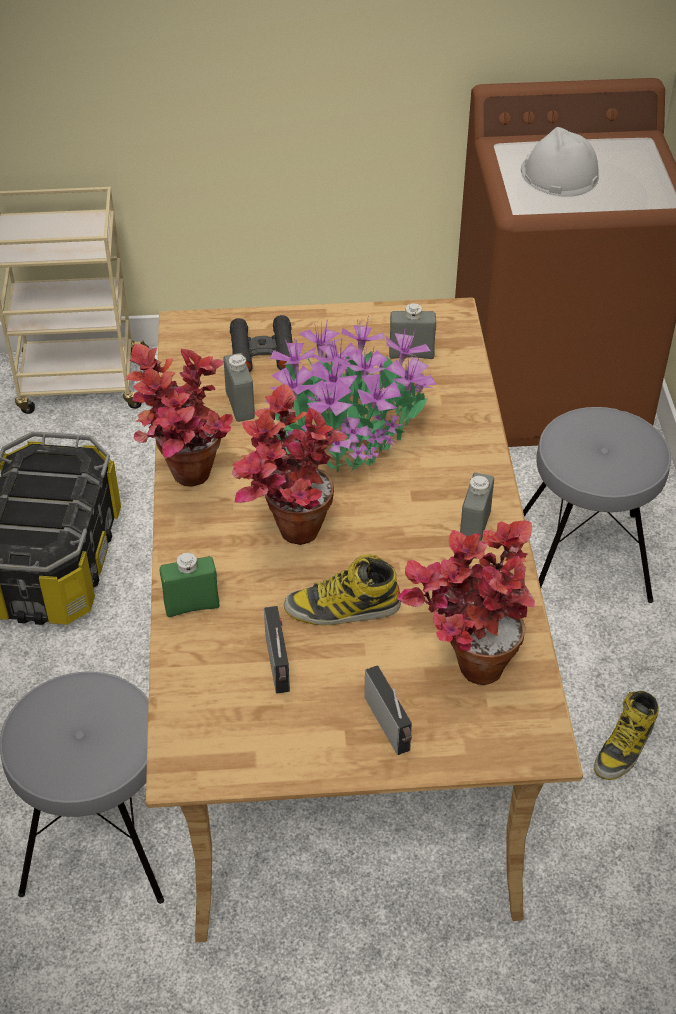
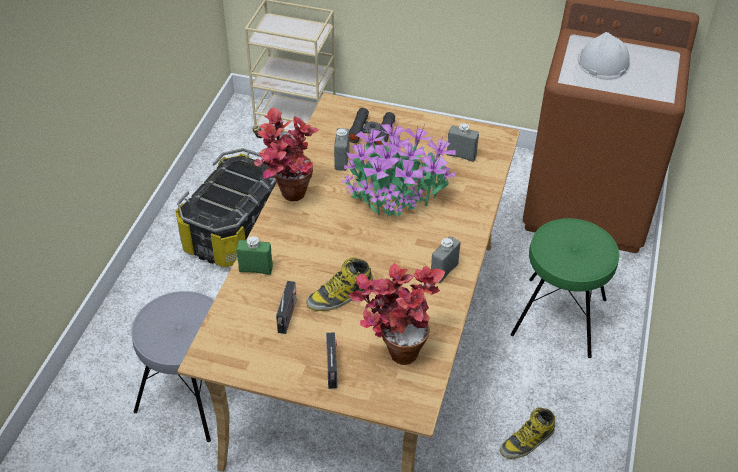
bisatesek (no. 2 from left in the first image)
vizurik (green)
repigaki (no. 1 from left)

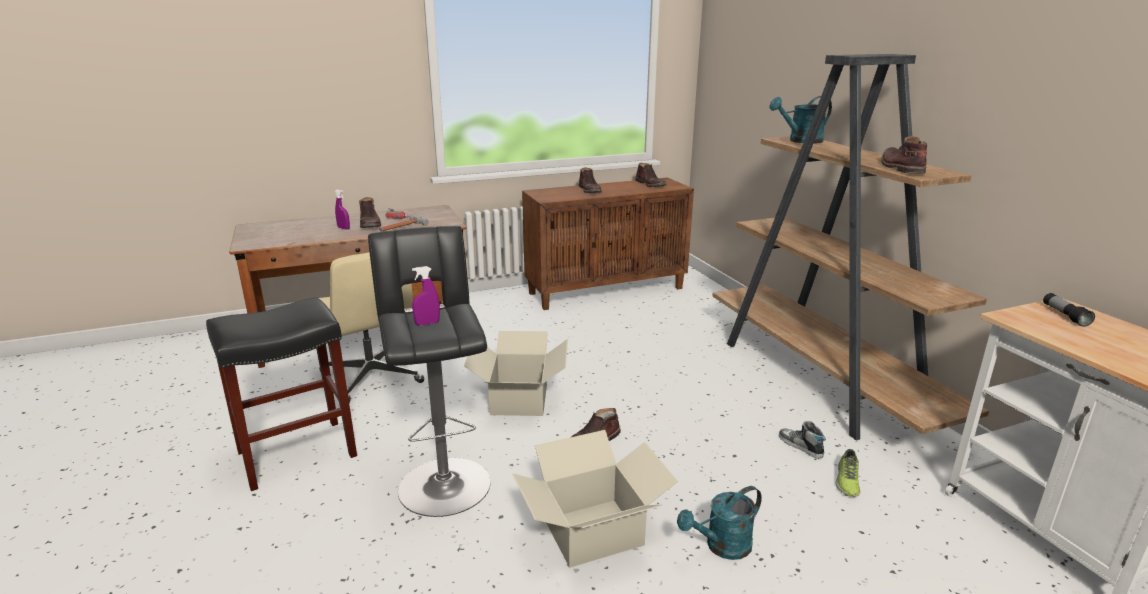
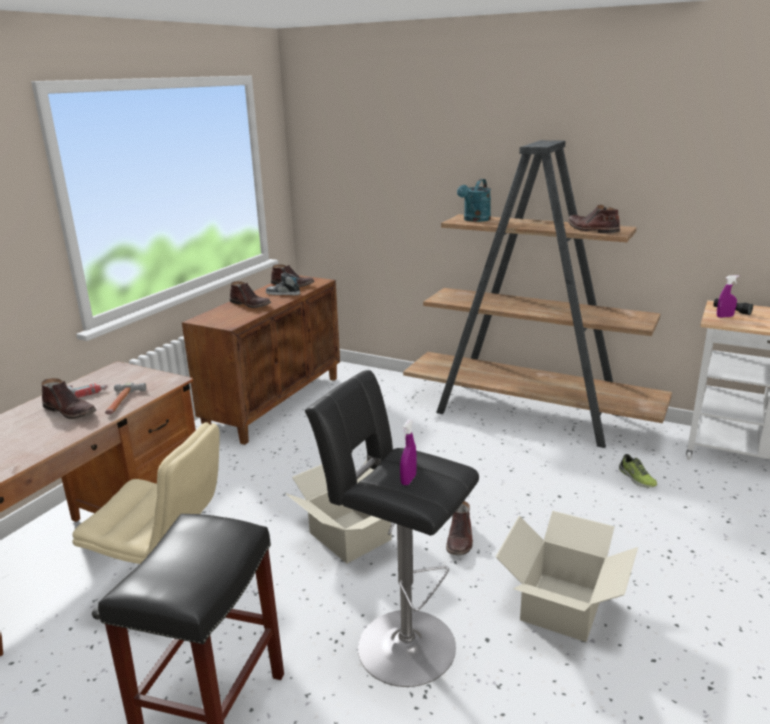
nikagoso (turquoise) (no. 1 from left in the first image)
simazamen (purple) (no. 2 from left)
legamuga (no. 1 from left)

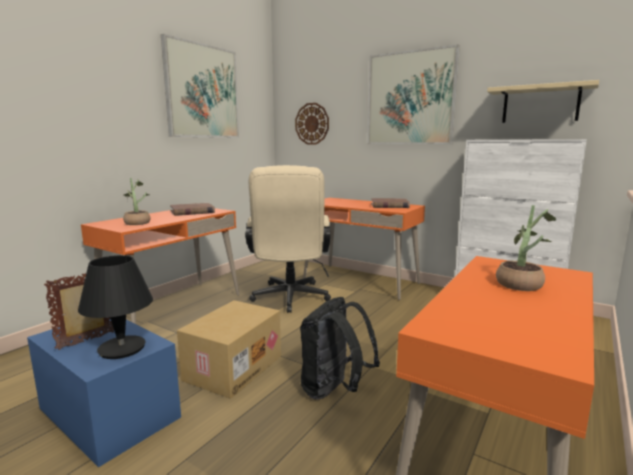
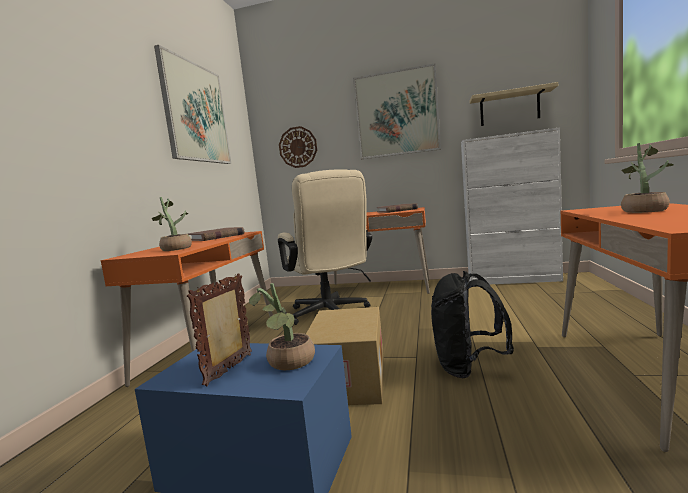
bisatesek (no. 2 from left)

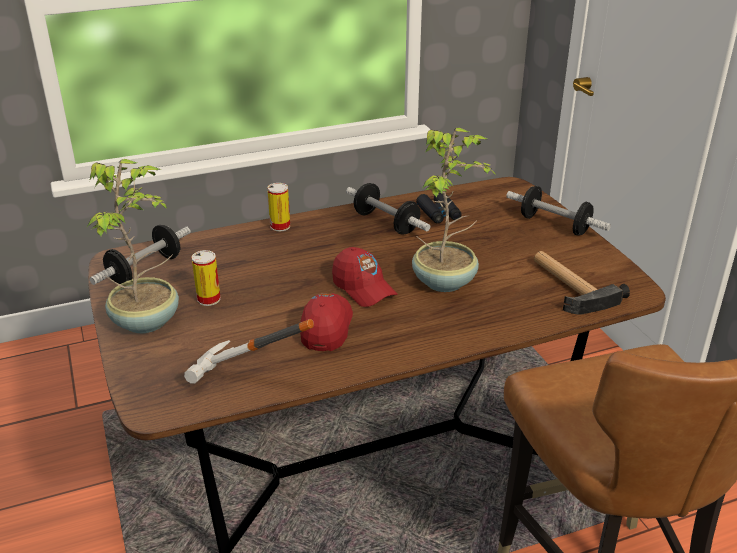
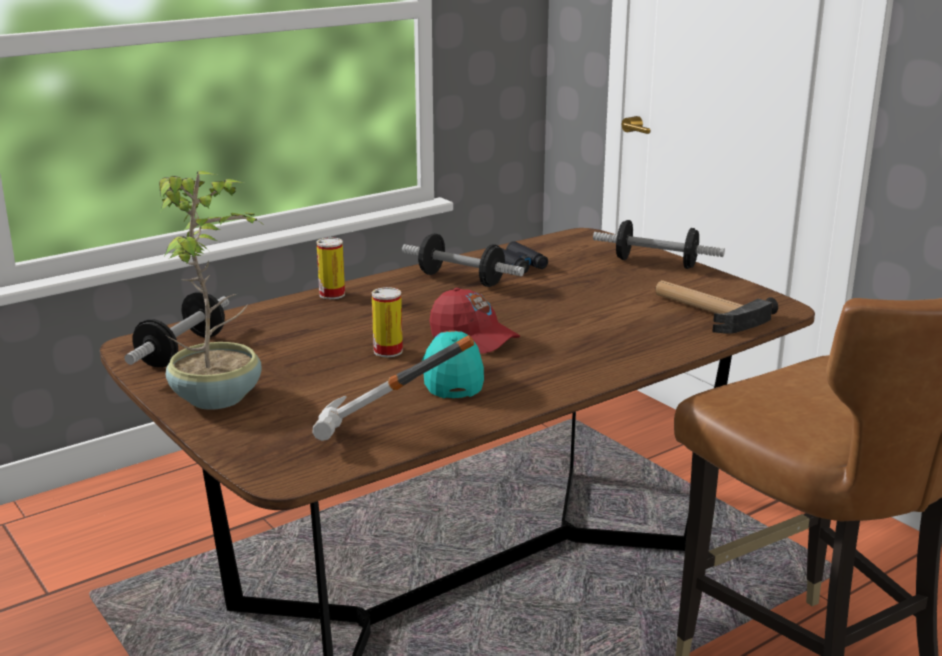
bisatesek (no. 2 from left in the first image)
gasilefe (no. 2 from left)
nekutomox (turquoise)

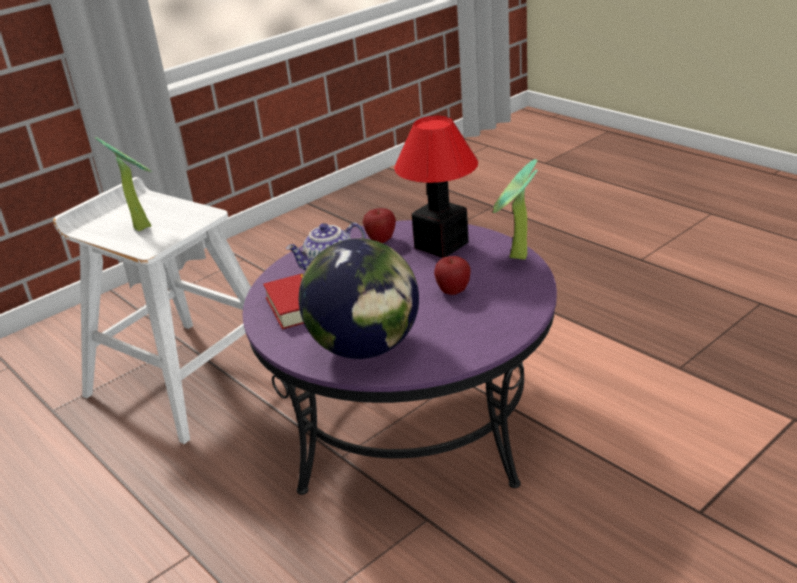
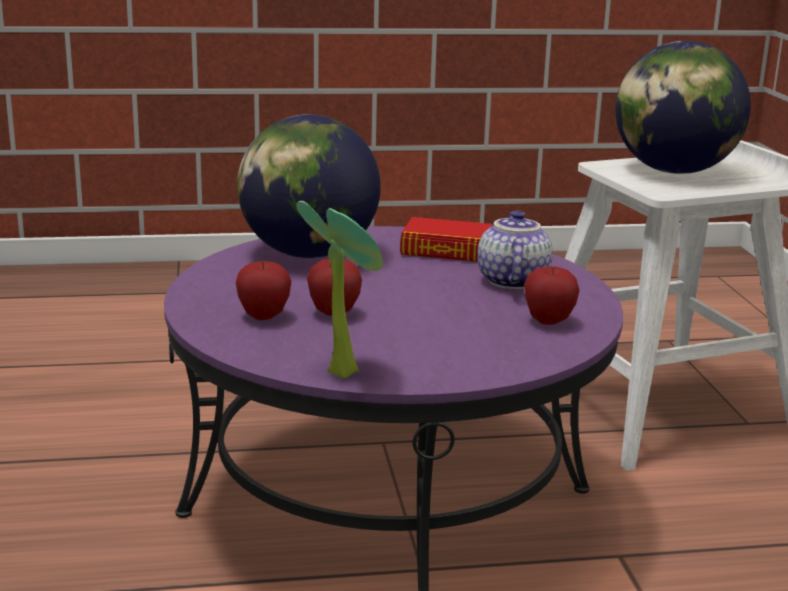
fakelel
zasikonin (no. 1 from left)
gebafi (no. 2 from left)

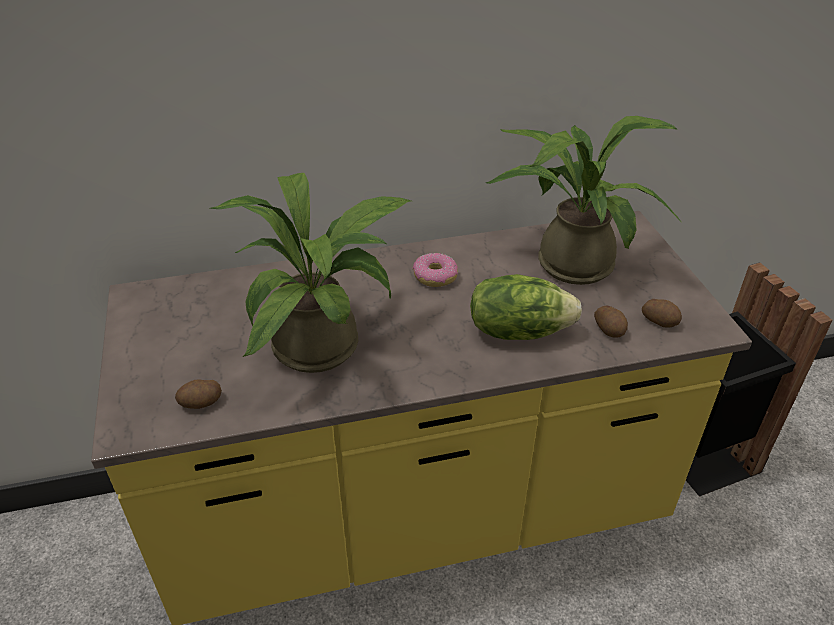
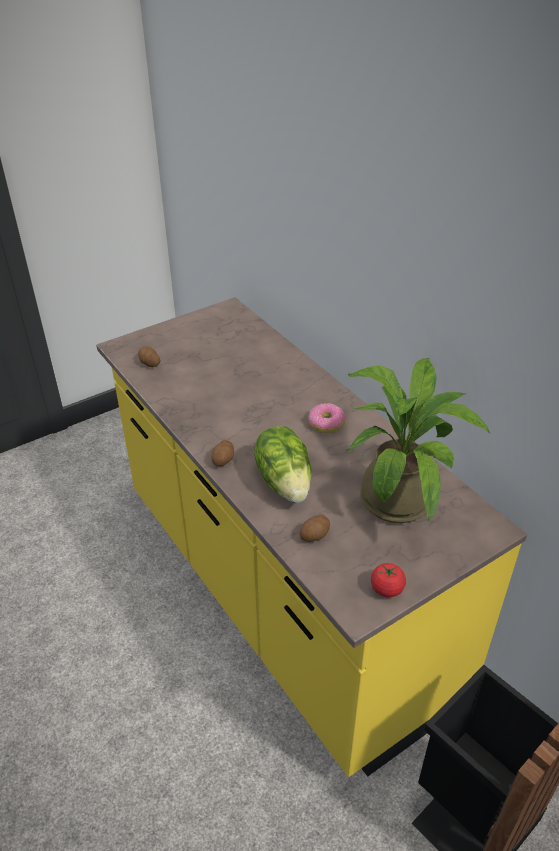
bisatesek (no. 1 from left in the first image)
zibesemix
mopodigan (no. 2 from left)

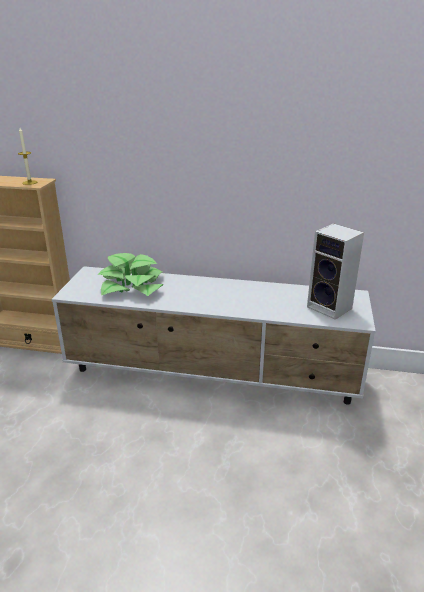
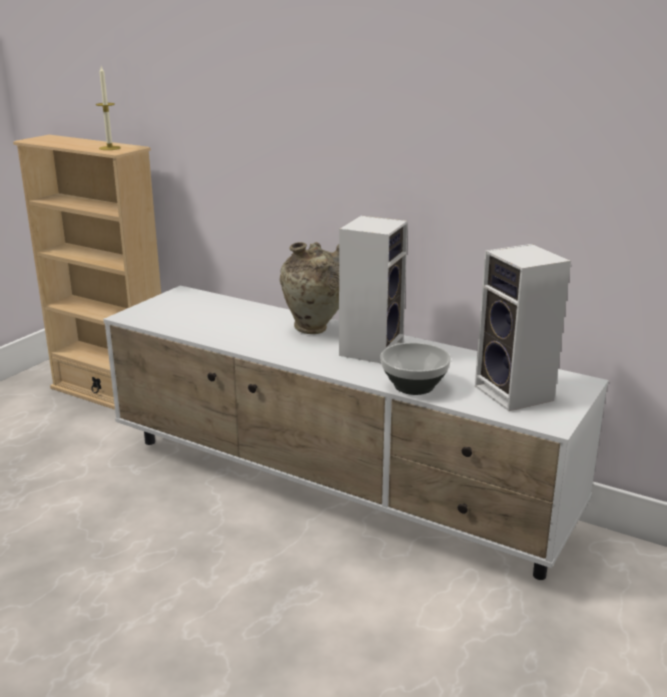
bisatesek
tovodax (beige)
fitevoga (no. 1 from left)
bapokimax

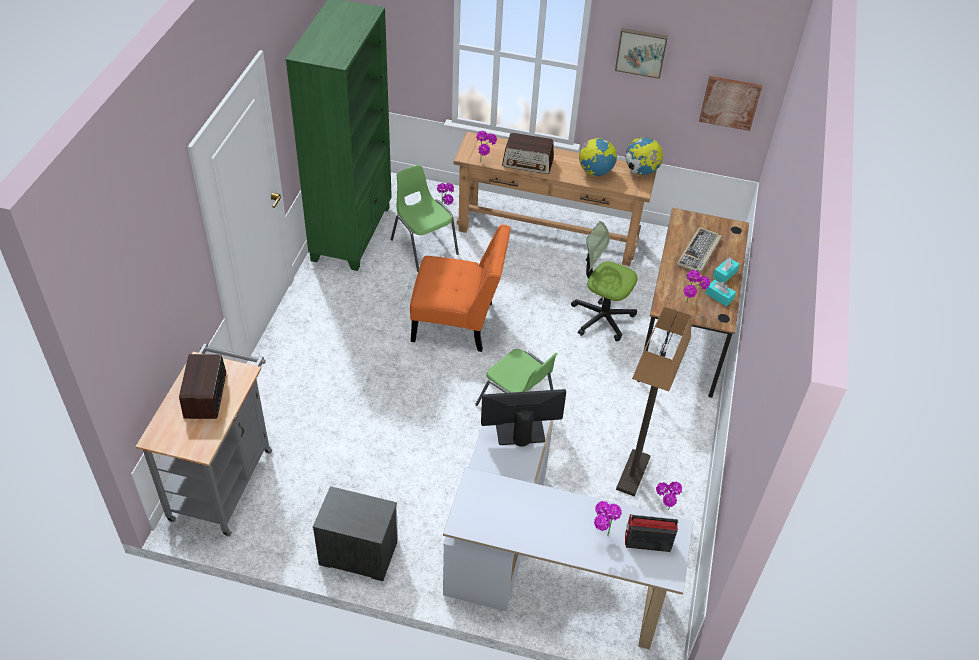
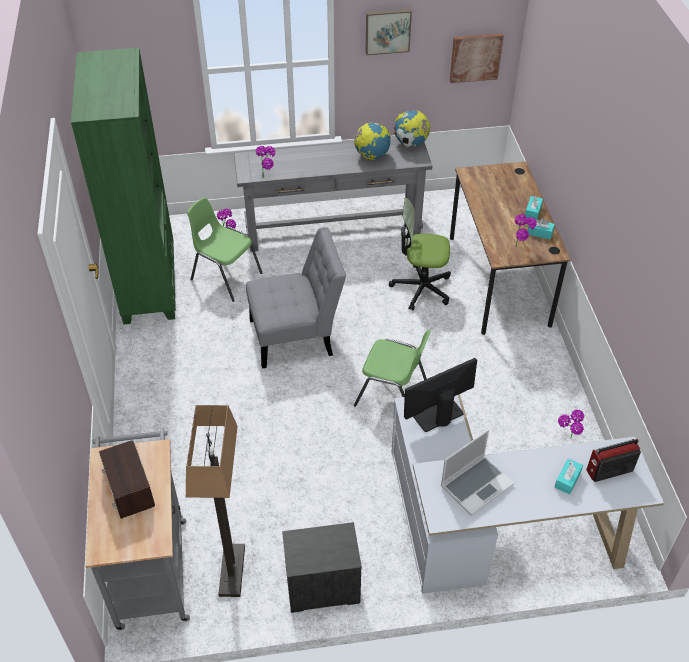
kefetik (no. 2 from left in the first image)
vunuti
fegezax
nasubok
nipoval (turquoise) (no. 3 from left)
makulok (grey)
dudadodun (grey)

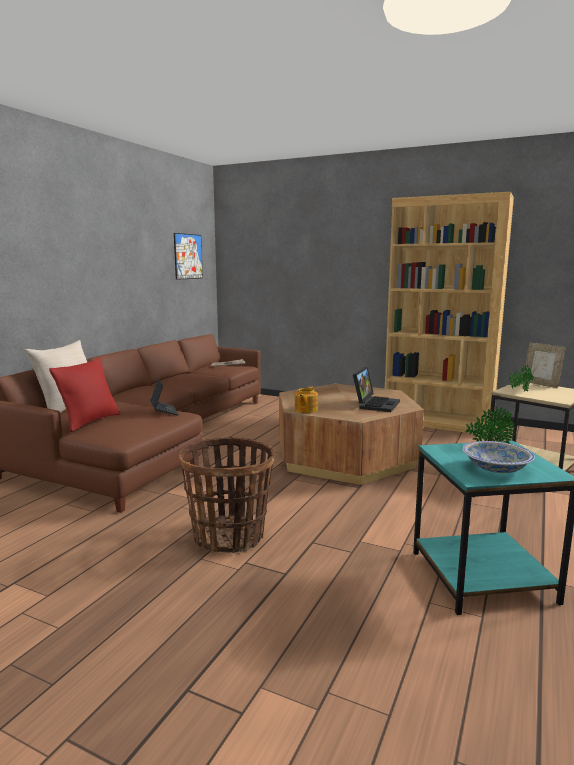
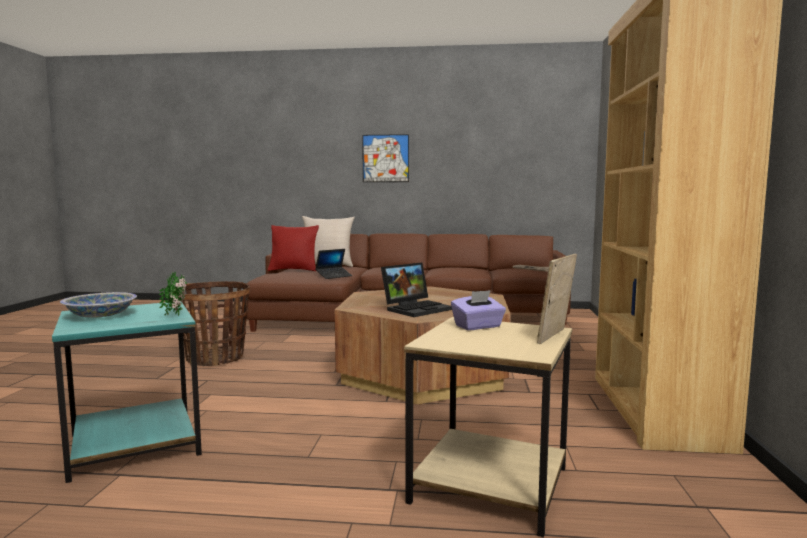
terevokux
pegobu
nipoval (purple)
fegezax (no. 2 from left)

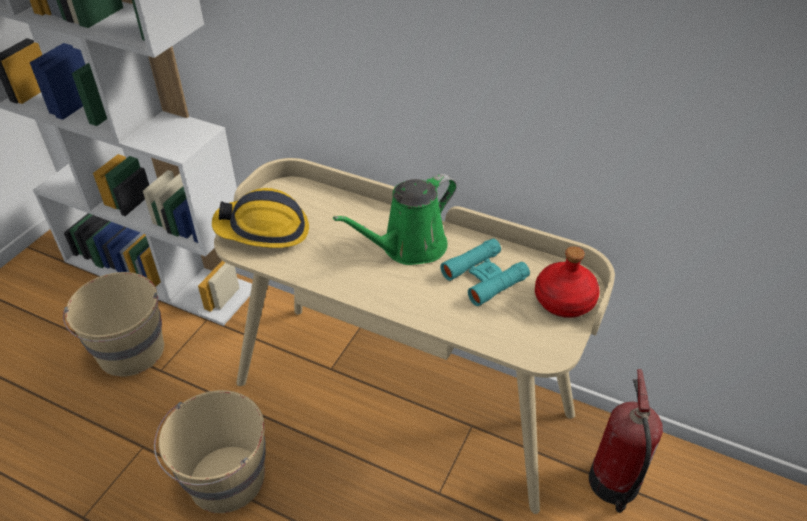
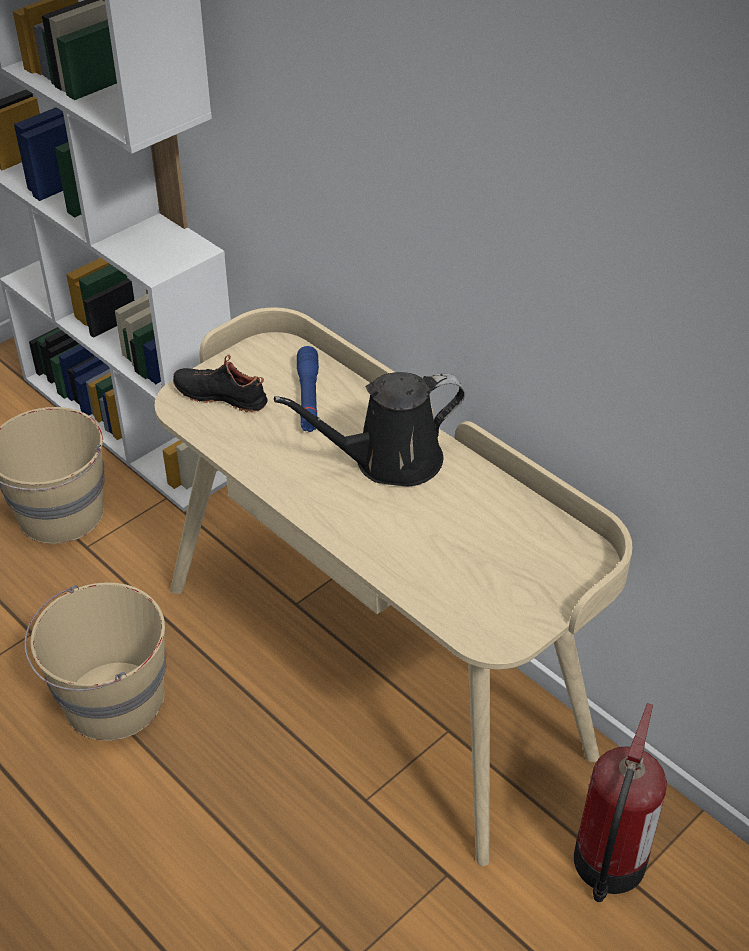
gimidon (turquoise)
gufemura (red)
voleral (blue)
legamuga (black)
nikagoso (black)

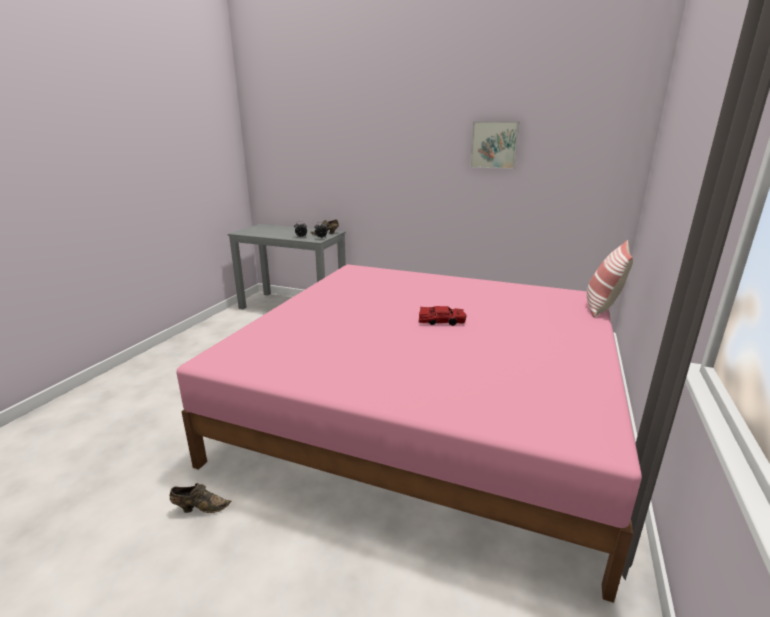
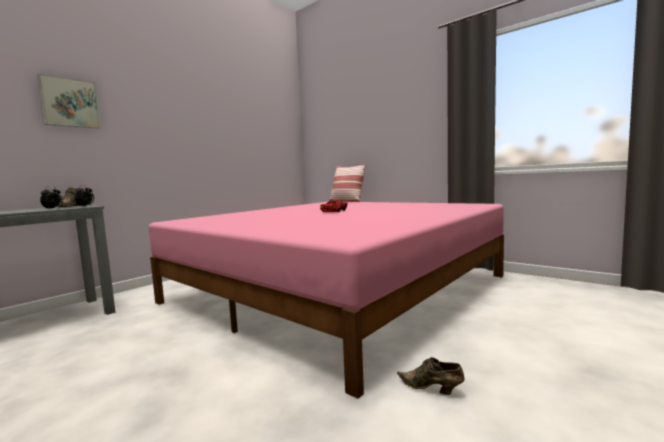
pegobu
legamuga (brown) (no. 2 from left)

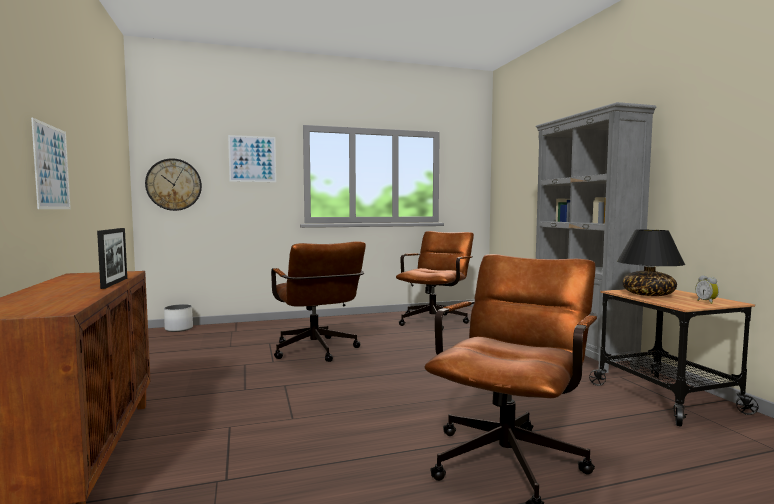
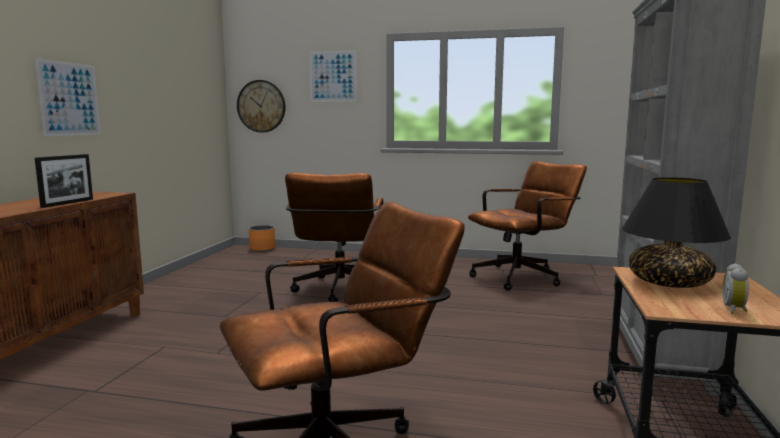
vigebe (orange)

